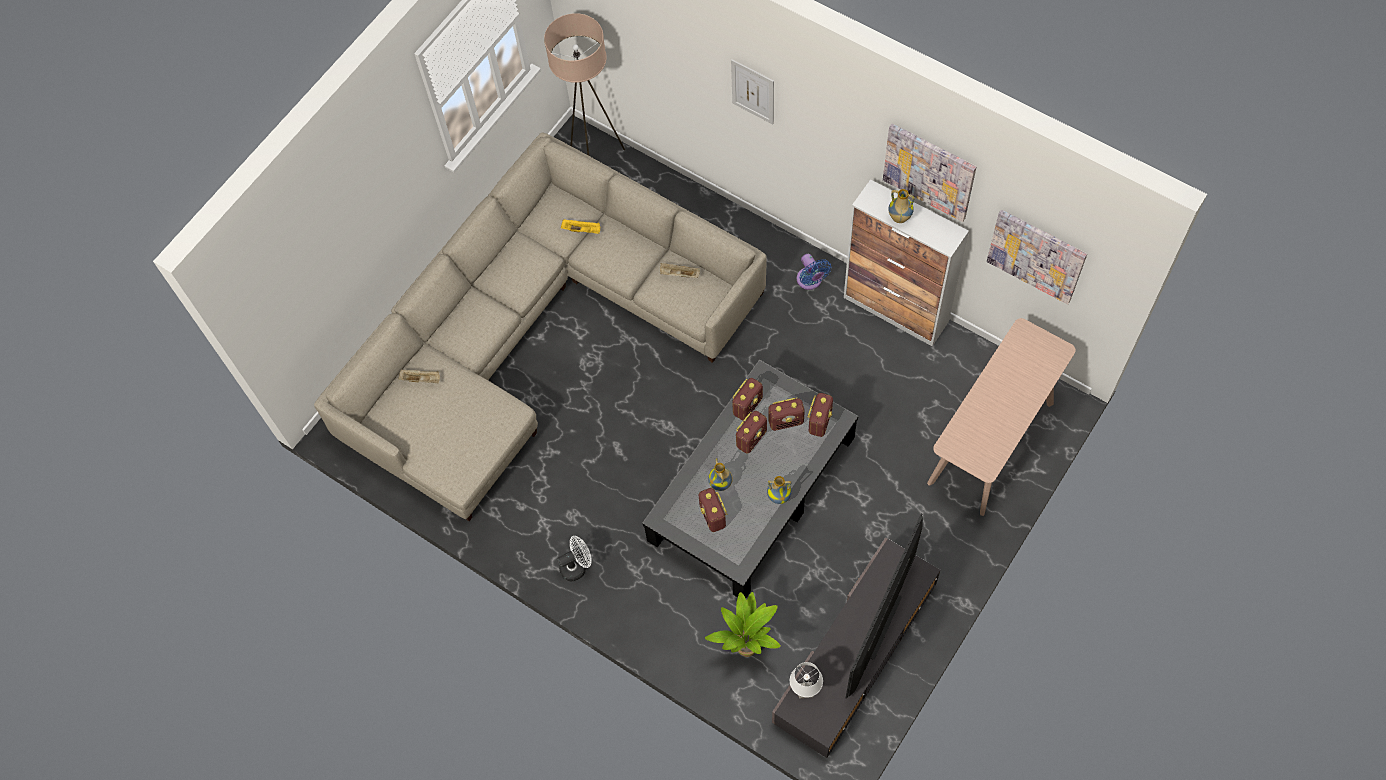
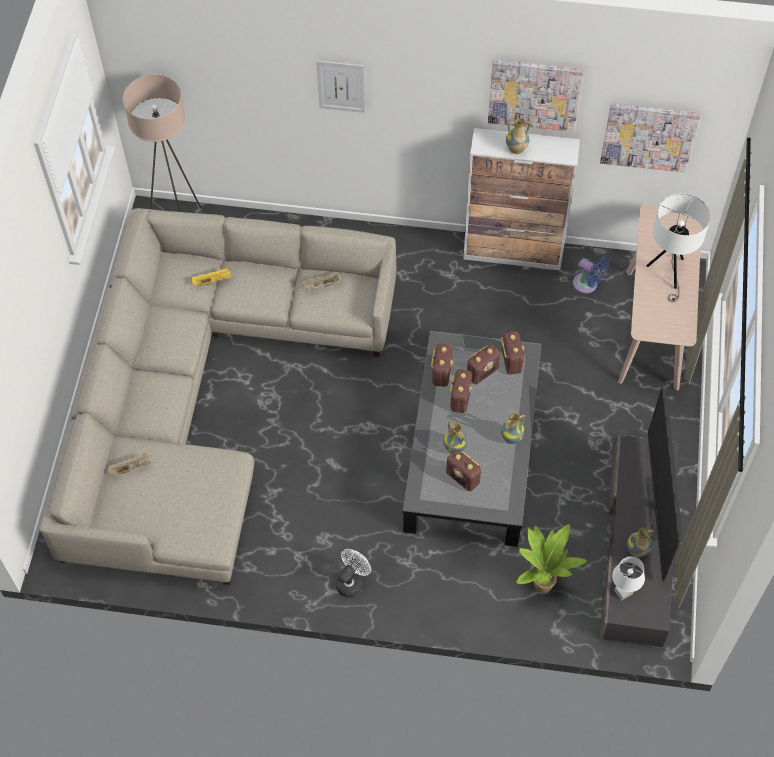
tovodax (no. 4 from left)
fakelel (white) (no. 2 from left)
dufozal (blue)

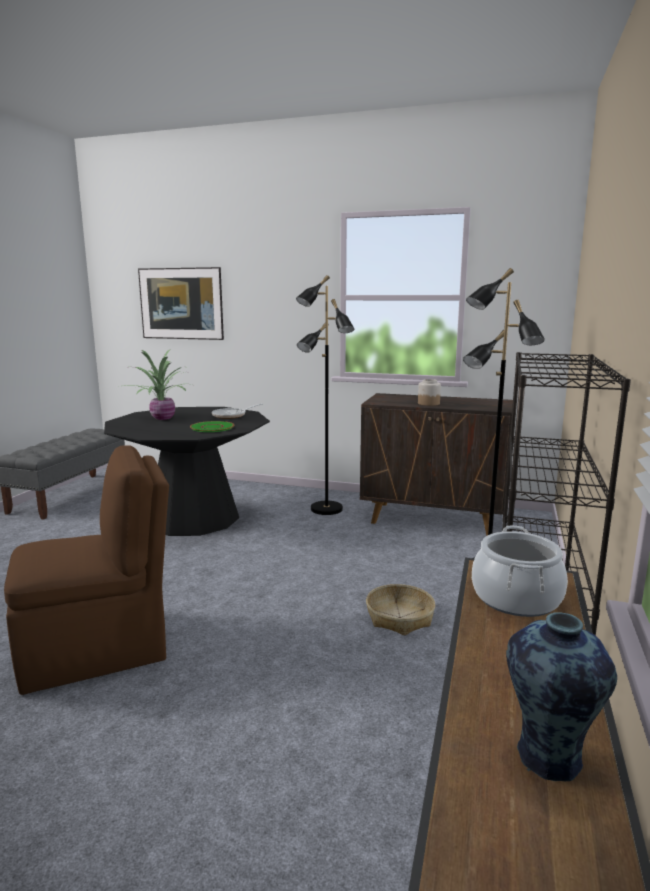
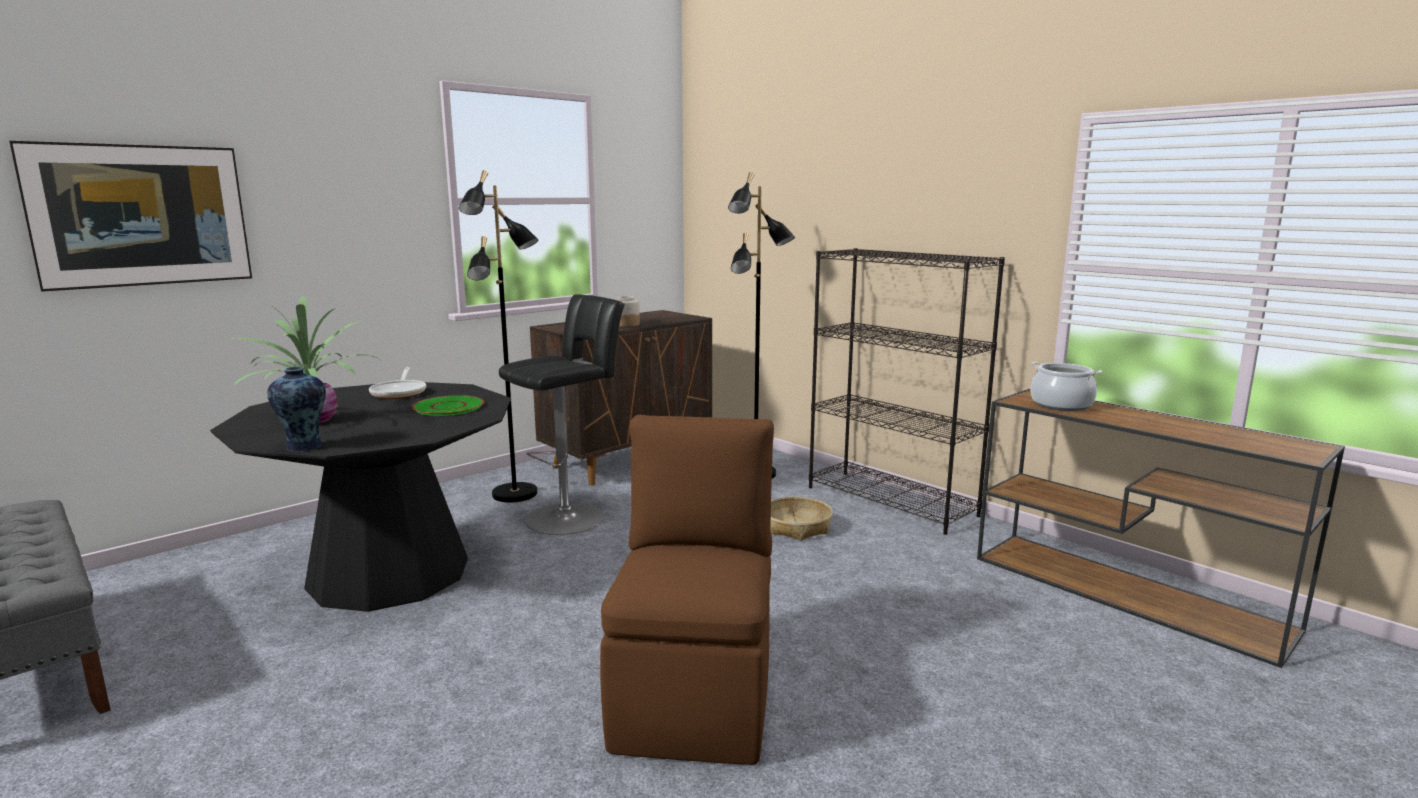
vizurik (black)
tovodax

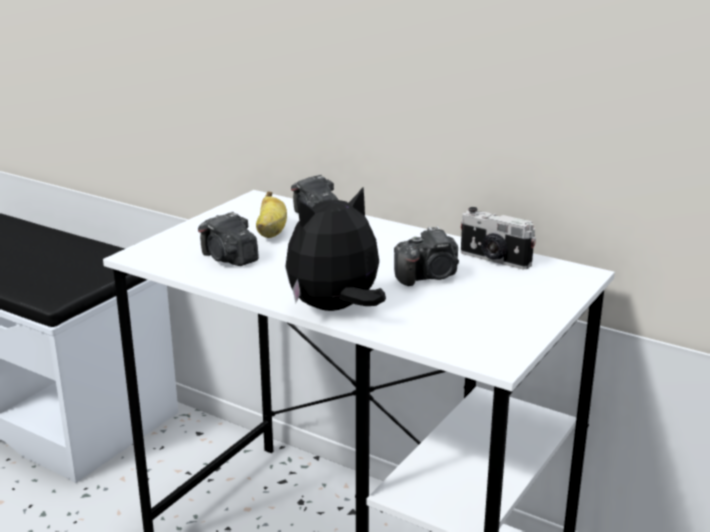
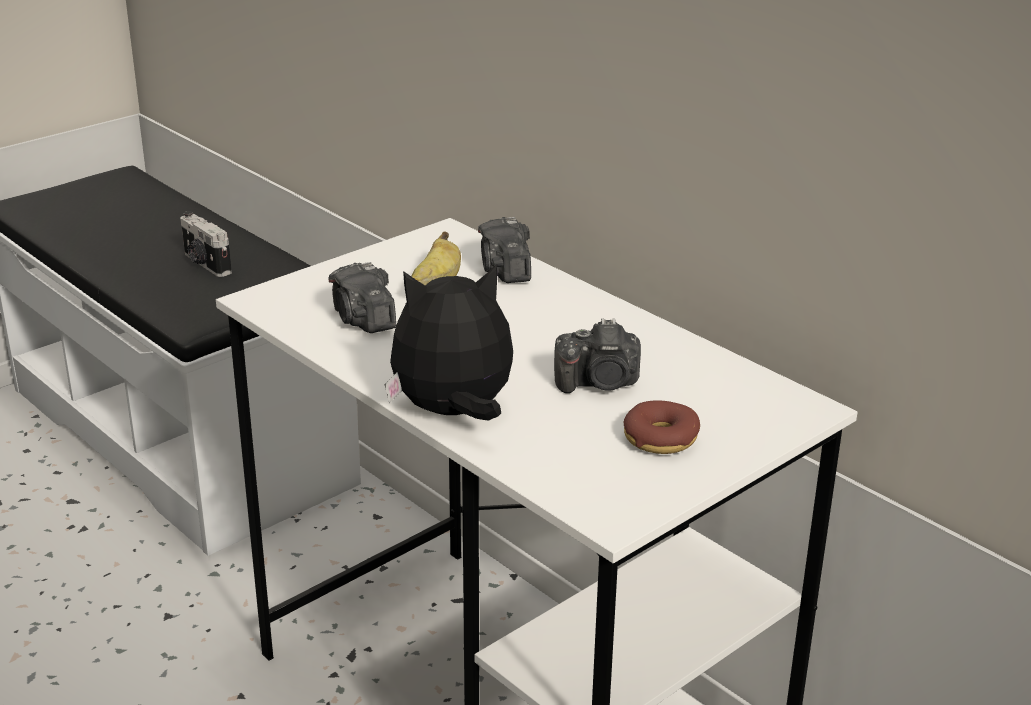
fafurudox
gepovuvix (no. 1 from left)

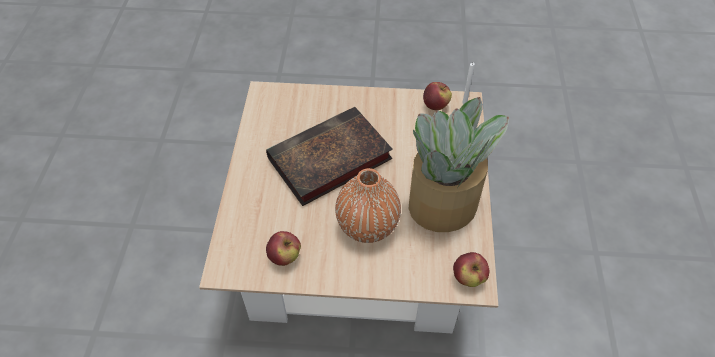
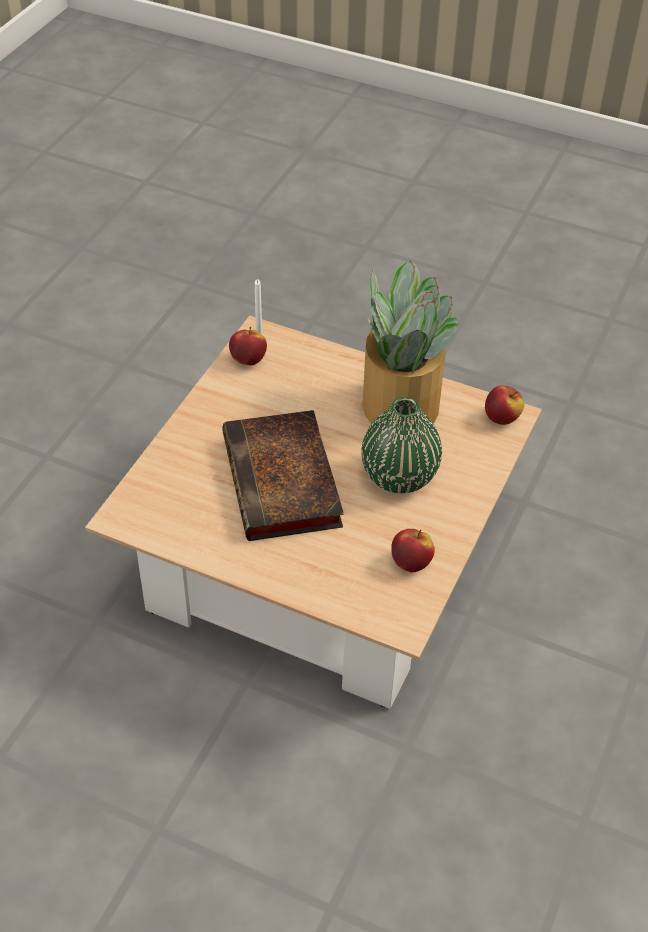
tovodax (green)

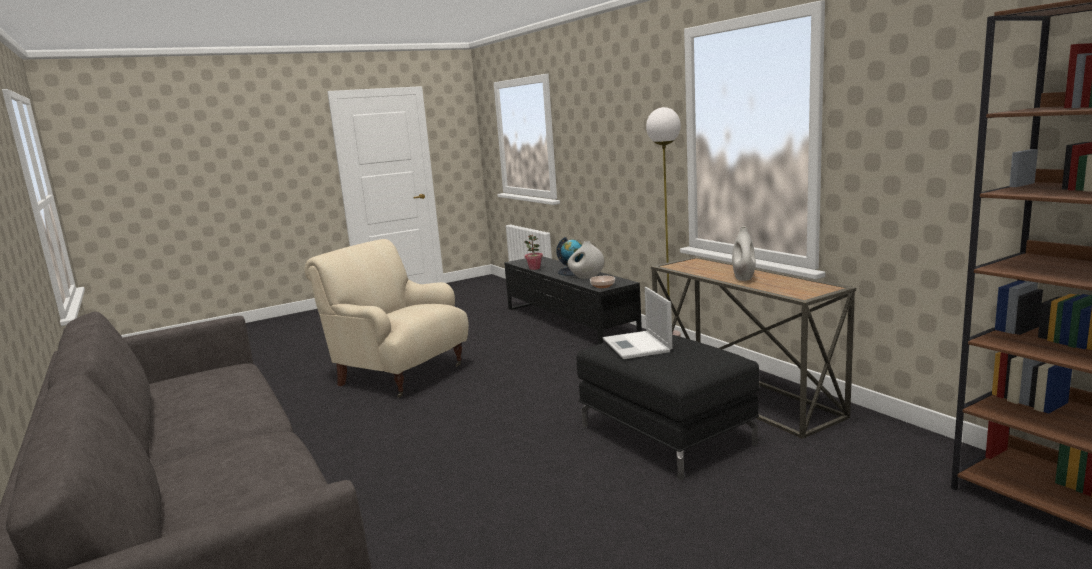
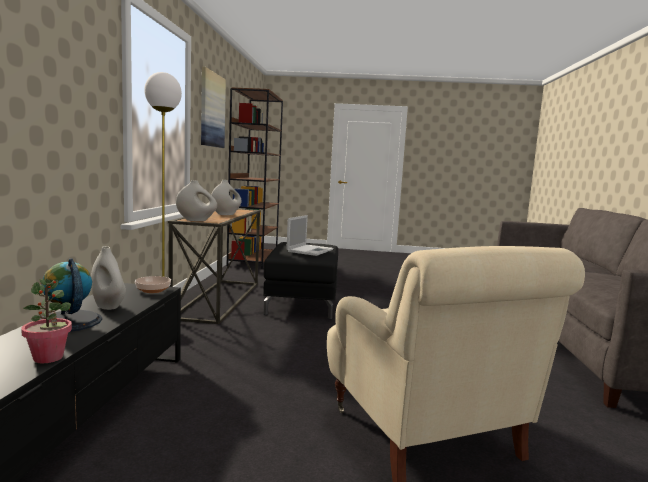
tovodax (white) (no. 2 from left)
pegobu

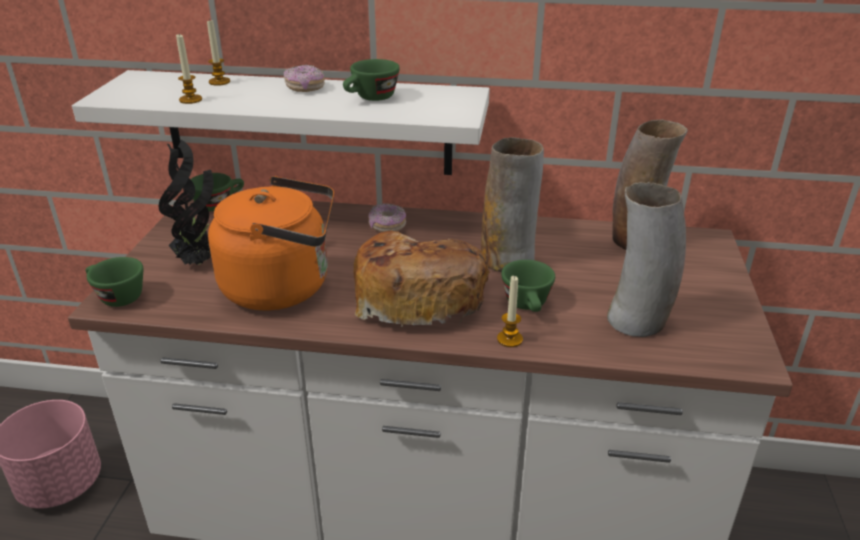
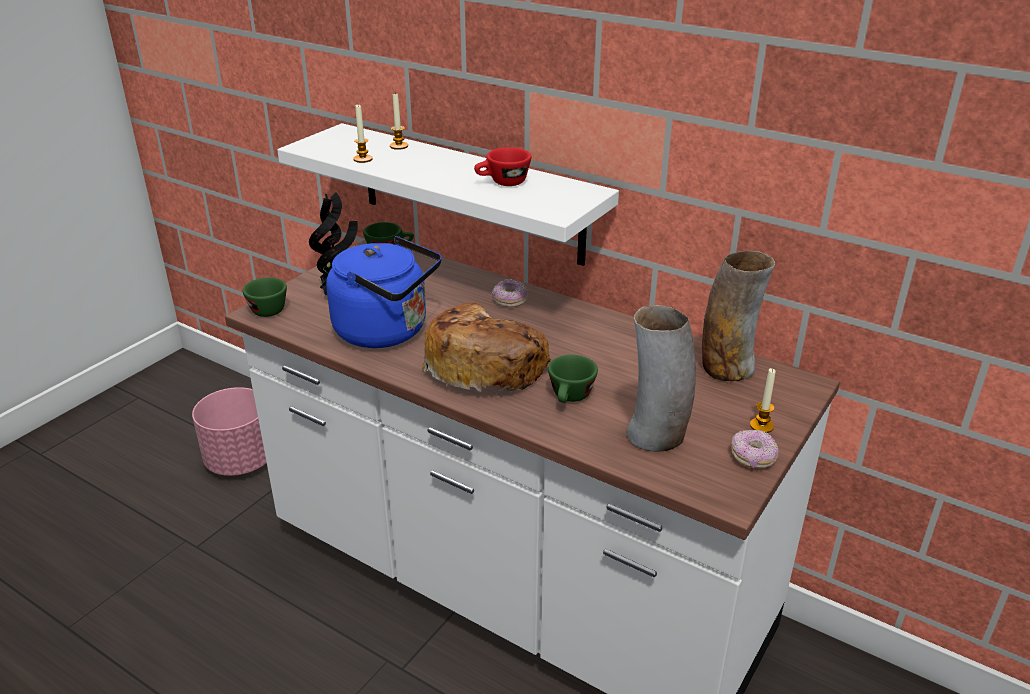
tovodax (no. 1 from left in the first image)
fafurudox (no. 2 from left)
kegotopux (no. 3 from left)
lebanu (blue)
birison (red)

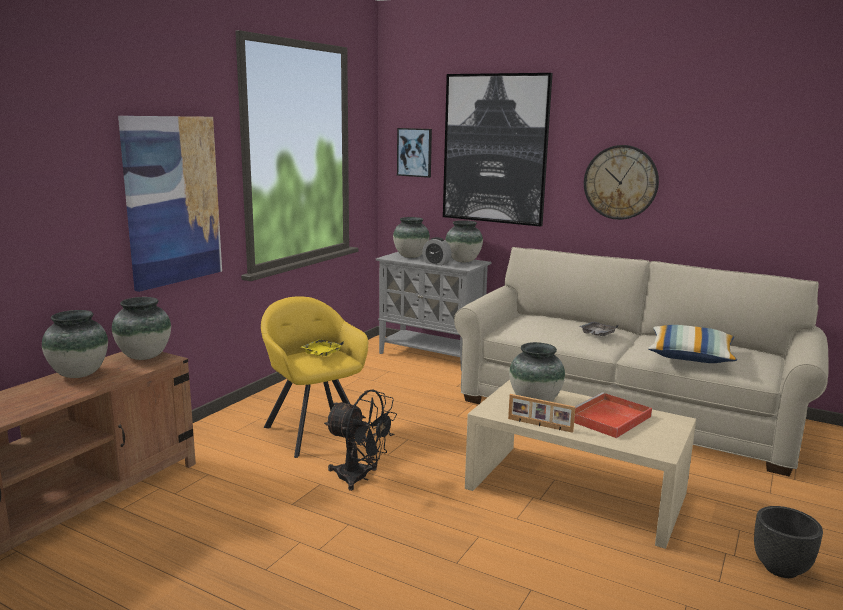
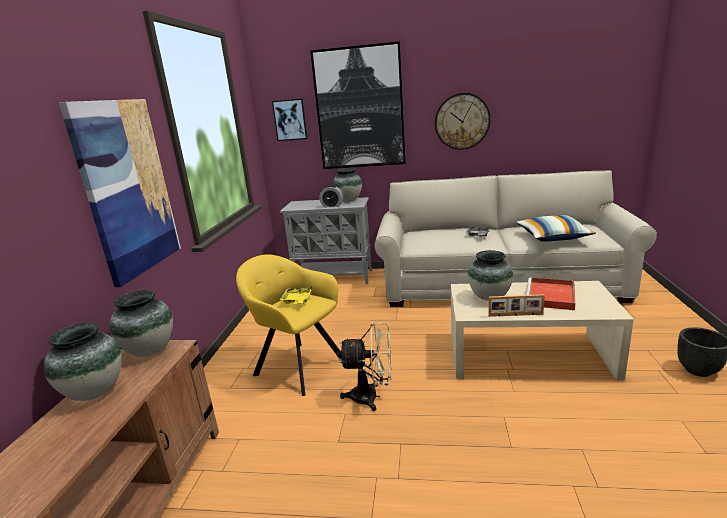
tovodax (no. 3 from left in the first image)
dufozal (beige)

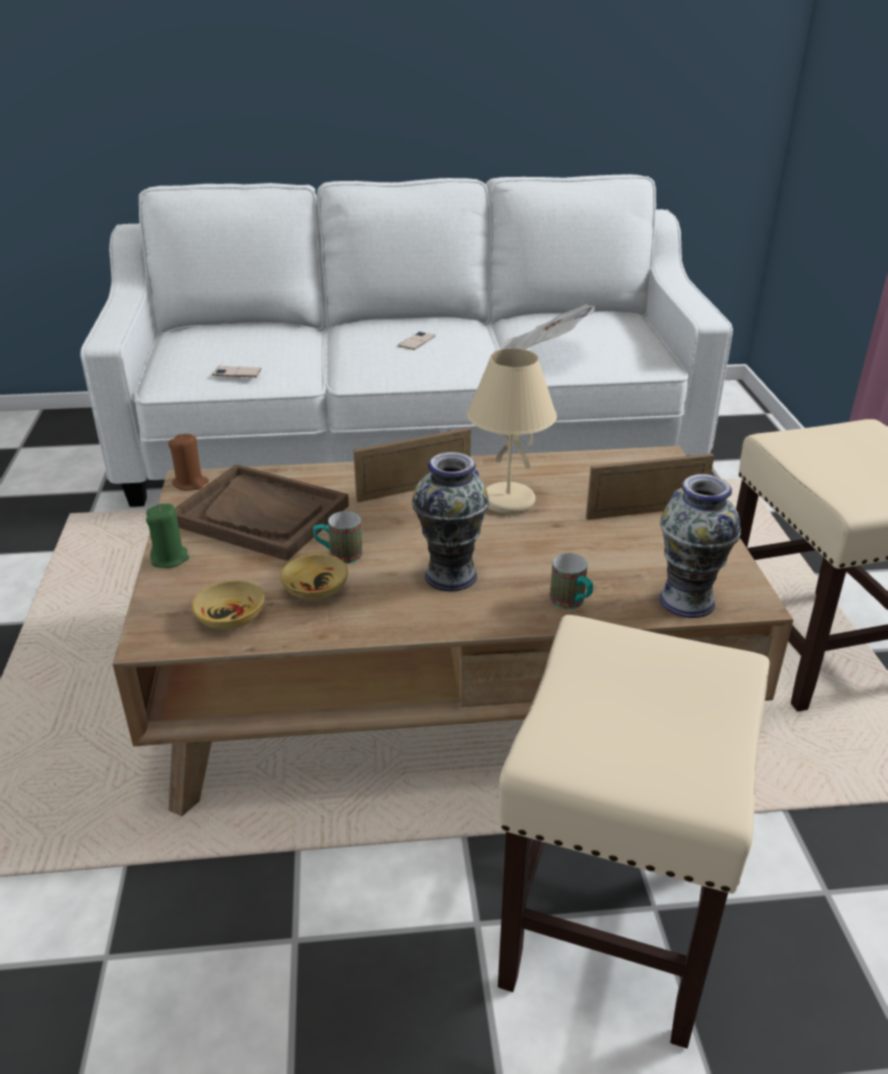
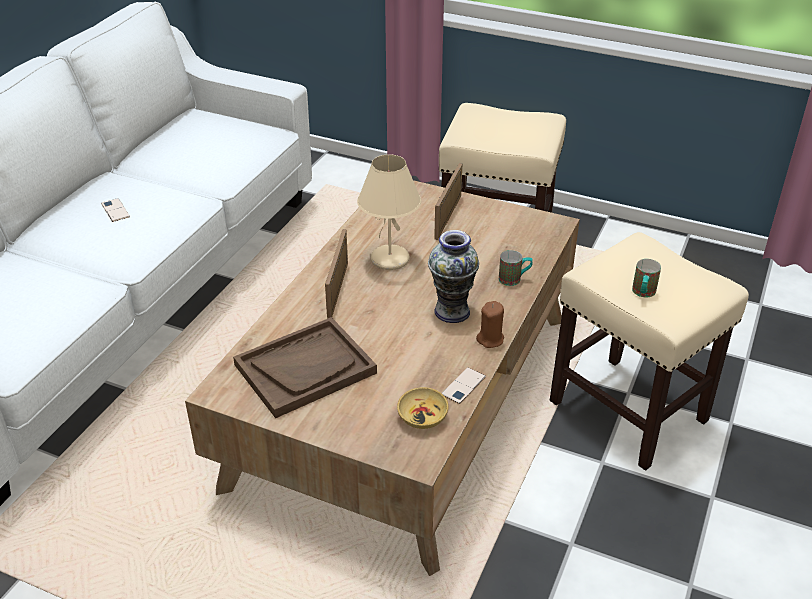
kegotopux (green)
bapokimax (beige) (no. 2 from left in the first image)
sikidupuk
tovodax (no. 2 from left in the first image)
kegotopux (brown)
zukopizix (no. 2 from left)
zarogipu (no. 2 from left)

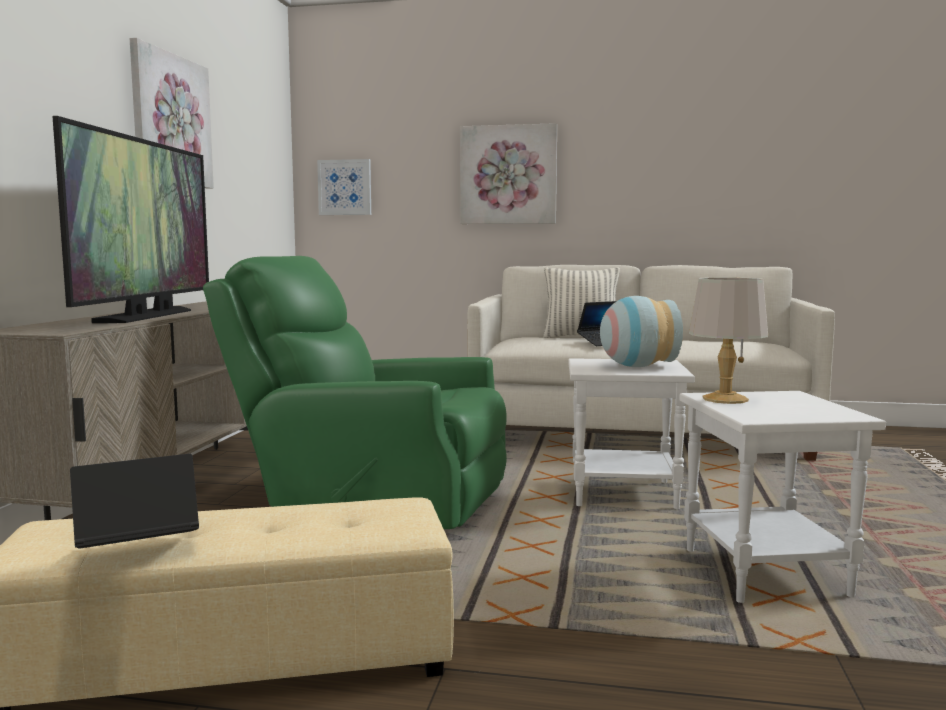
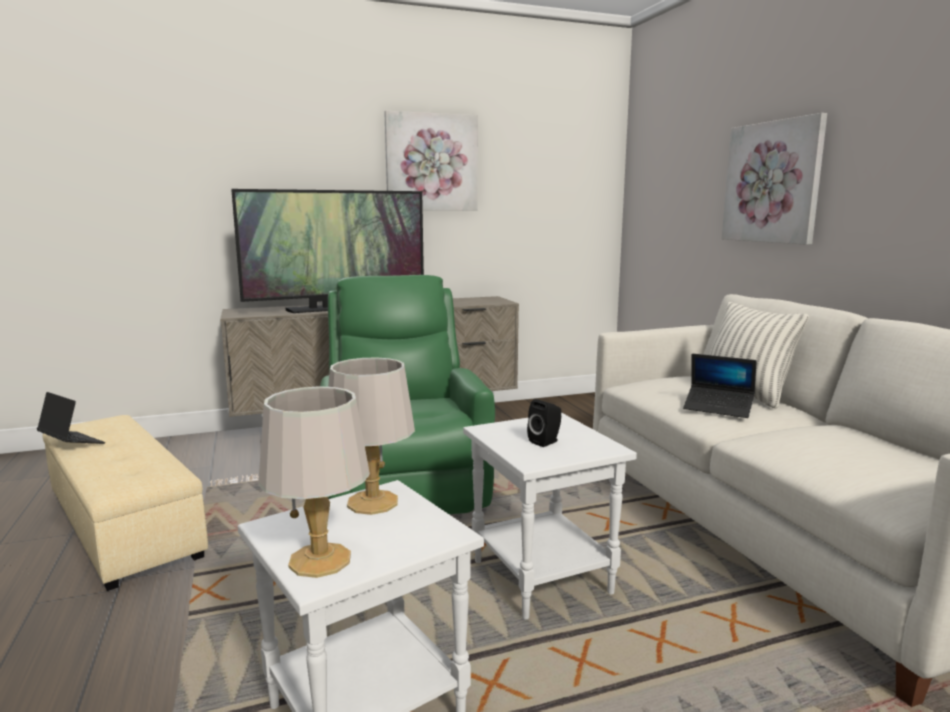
pegobu (no. 2 from left in the first image)
fakelel (grey) (no. 1 from left)
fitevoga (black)

